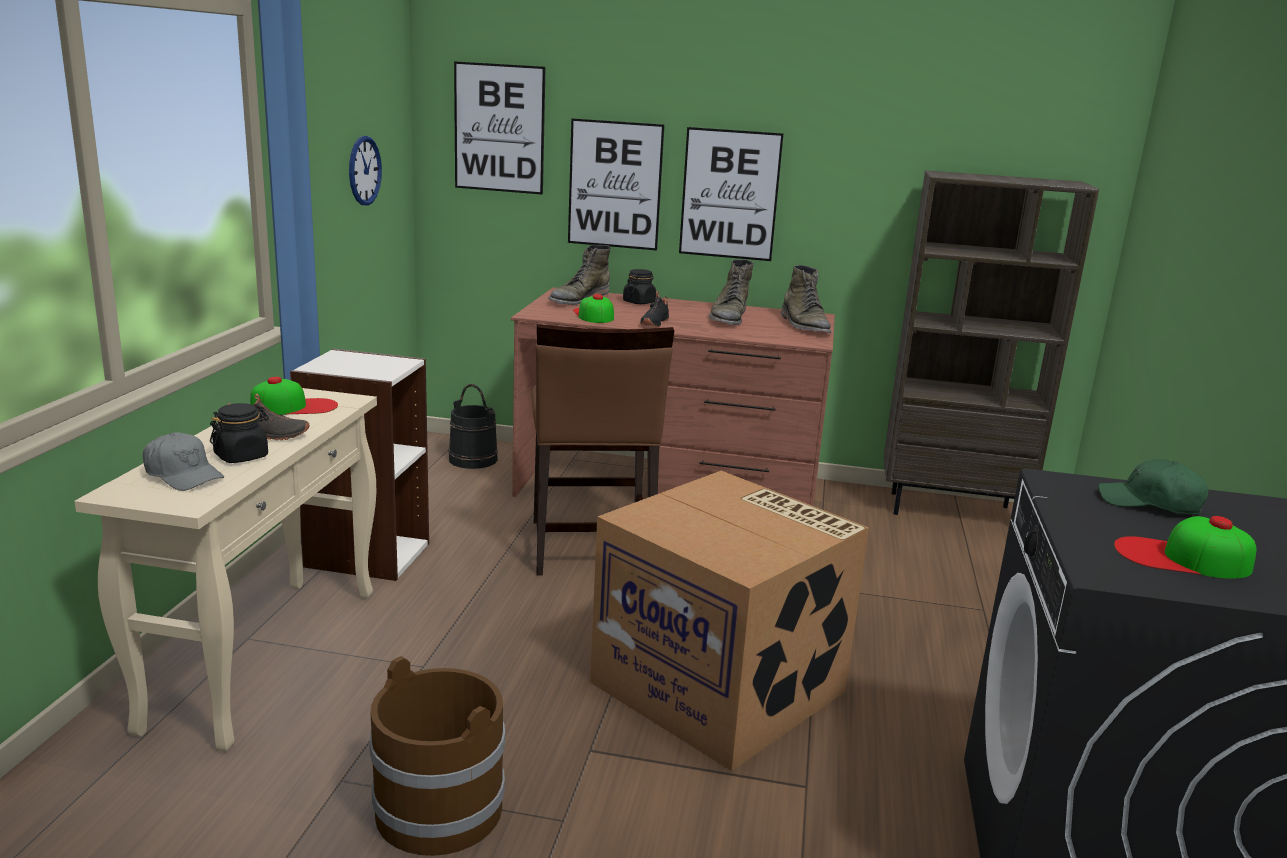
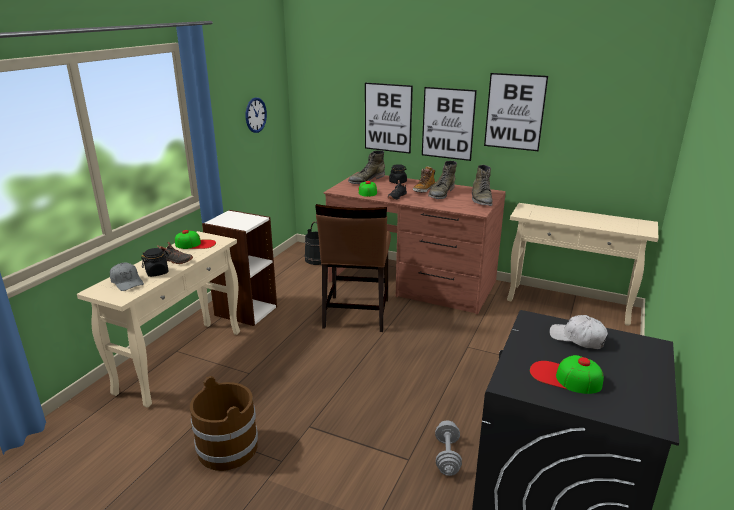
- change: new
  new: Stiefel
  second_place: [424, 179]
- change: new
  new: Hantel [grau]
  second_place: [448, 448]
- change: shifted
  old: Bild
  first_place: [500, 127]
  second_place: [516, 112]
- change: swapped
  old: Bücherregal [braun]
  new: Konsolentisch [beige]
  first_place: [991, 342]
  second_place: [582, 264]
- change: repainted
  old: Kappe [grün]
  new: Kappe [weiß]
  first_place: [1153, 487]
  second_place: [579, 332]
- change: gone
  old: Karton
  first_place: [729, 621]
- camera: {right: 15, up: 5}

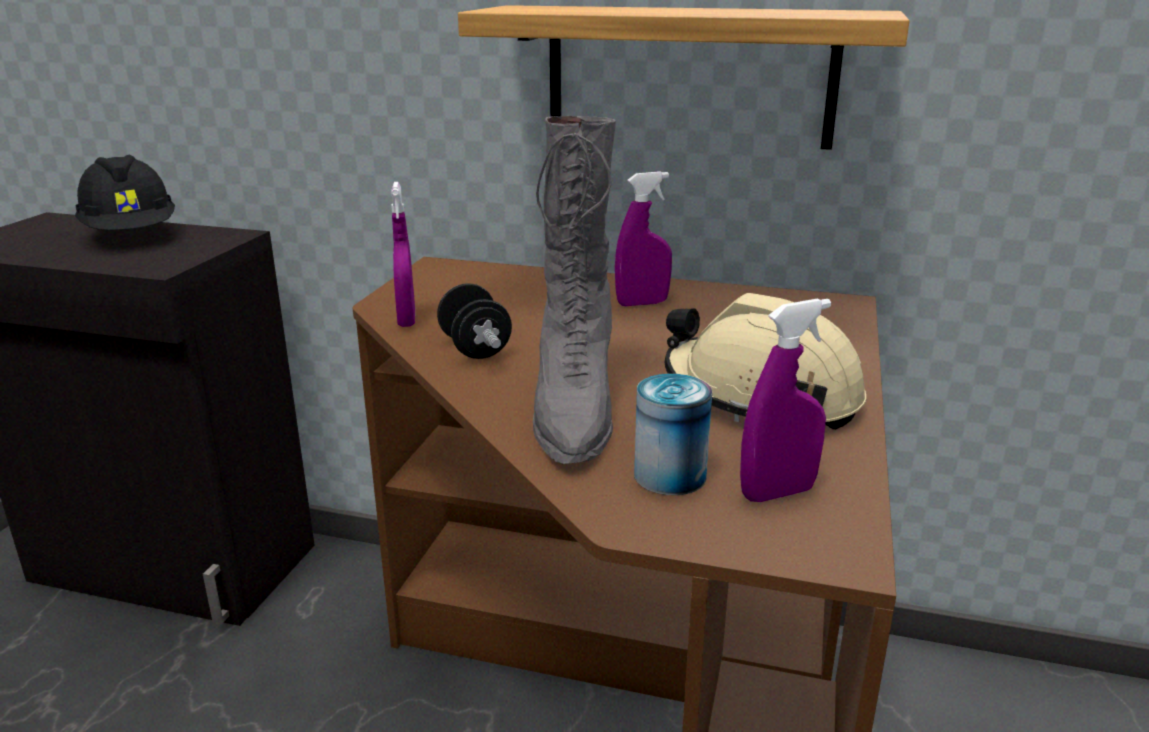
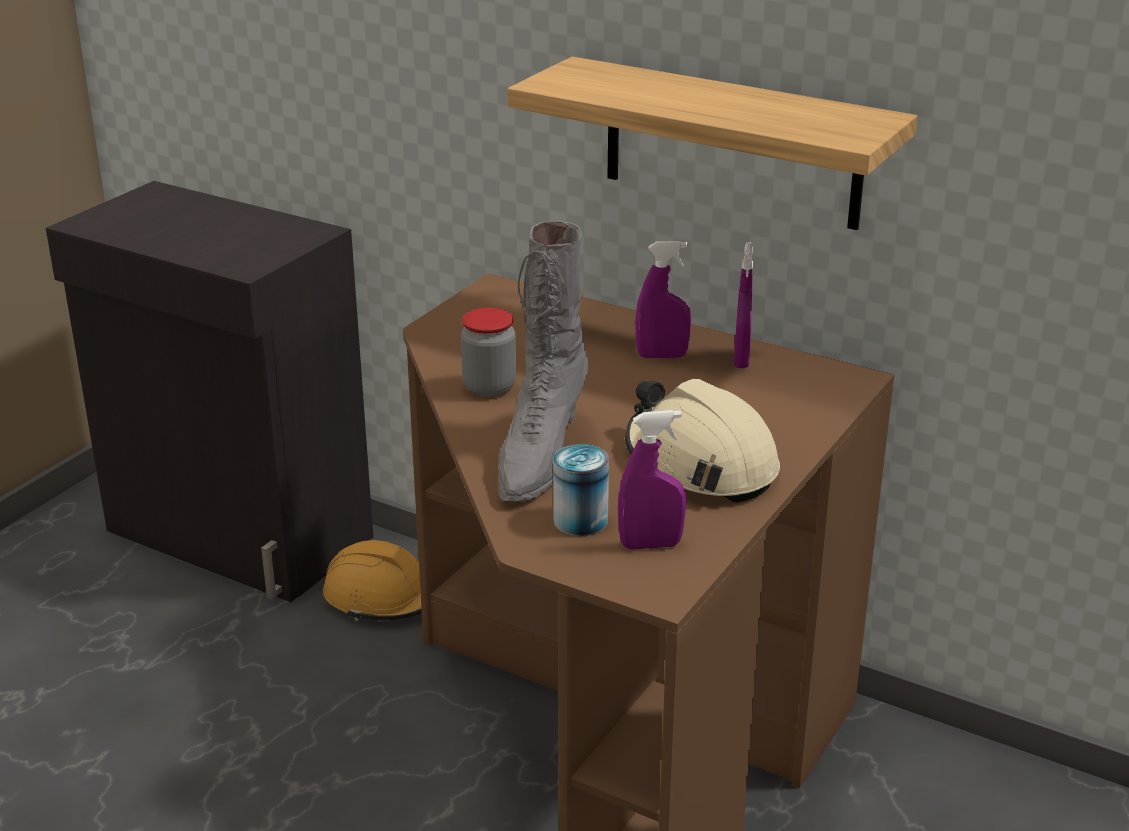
- change: new
  new: Schutzhelm [orange]
  second_place: [372, 580]
- change: swapped
  old: Hantel [schwarz]
  new: Vorratsglas
  first_place: [474, 321]
  second_place: [488, 352]
- change: shifted
  old: Sprühflasche [lila]
  first_place: [403, 254]
  second_place: [743, 305]
- change: gone
  old: Schutzhelm [schwarz]
  first_place: [125, 192]
- camera: {right: 15, up: 5}

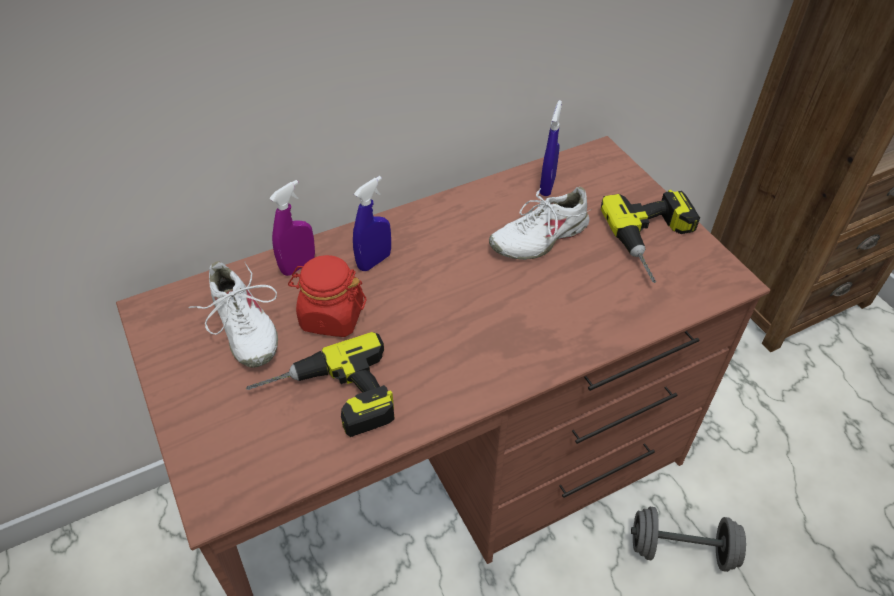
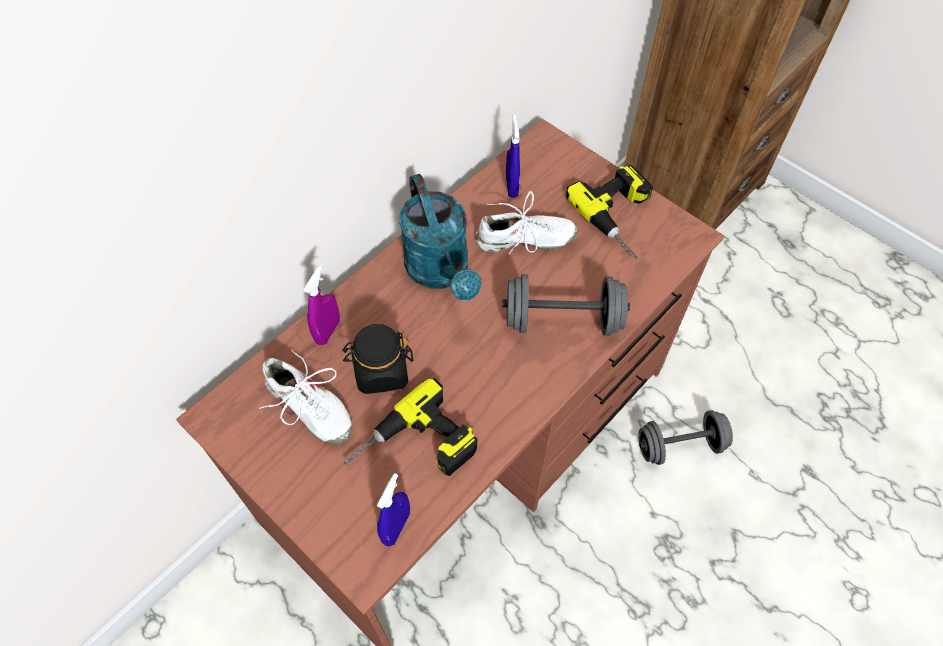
- change: repainted
  old: Vorratsglas [rot]
  new: Vorratsglas [schwarz]
  first_place: [327, 296]
  second_place: [377, 359]
- change: shifted
  old: Sprühflasche [blau]
  first_place: [372, 223]
  second_place: [393, 509]
- change: new
  new: Gießkanne [türkis]
  second_place: [440, 237]
- change: rotated
  old: Schuh [weiß]
  first_place: [540, 223]
  second_place: [527, 222]
  degrees: -135
- change: new
  new: Hantel [grau]
  second_place: [566, 305]
- camera: {right: -20, up: 10}

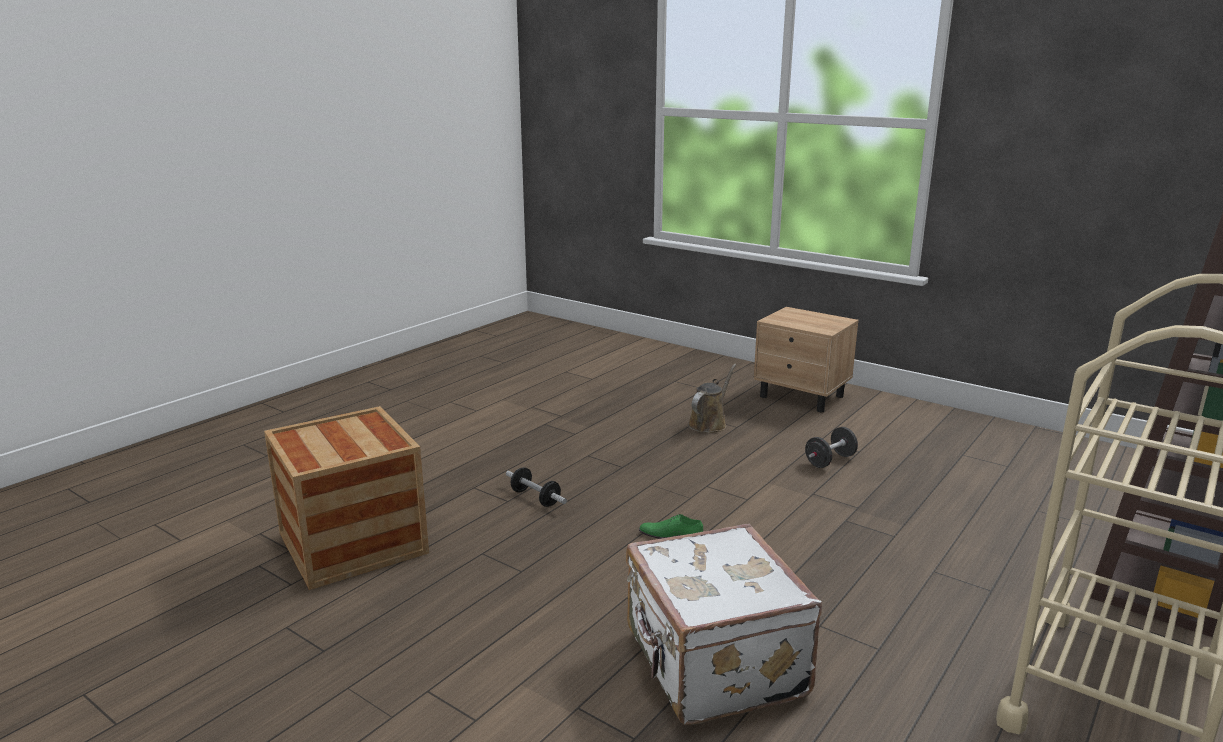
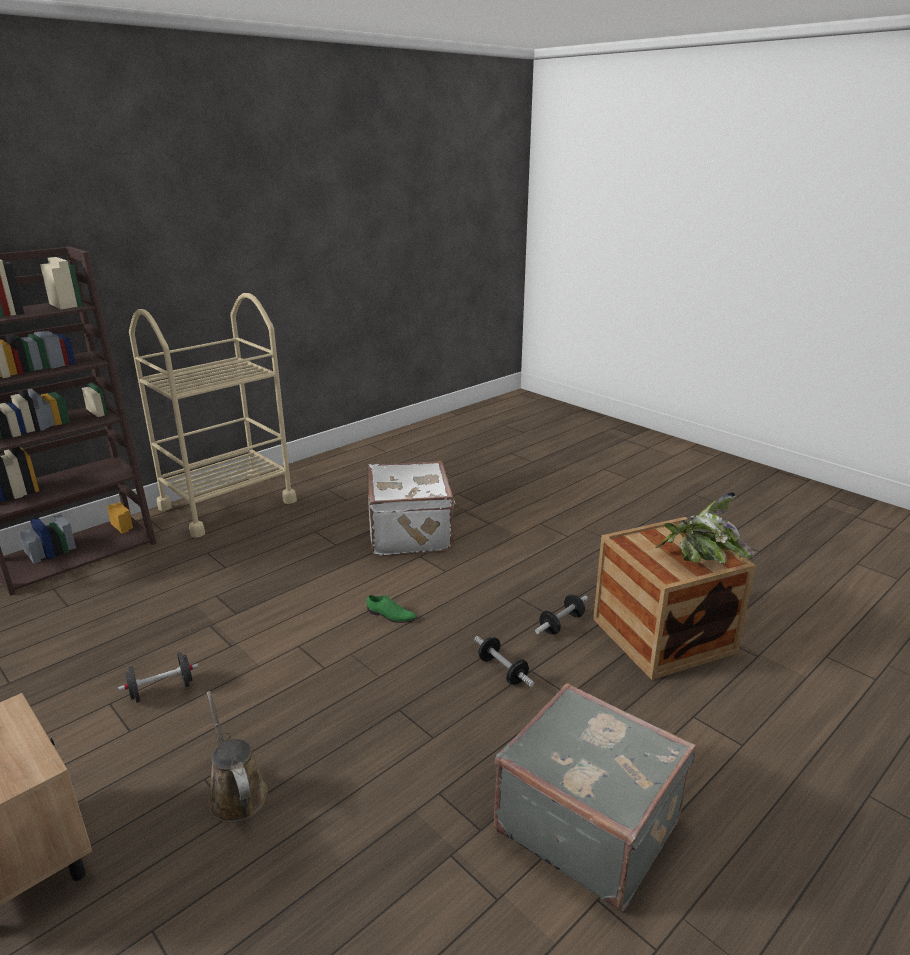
- change: rotated
  old: Gießkanne [braun]
  first_place: [712, 398]
  second_place: [237, 757]
  degrees: 105
- change: new
  new: Koffer [grau]
  second_place: [595, 797]
- change: new
  new: Hantel
  second_place: [561, 614]
- change: new
  new: Topfpflanze
  second_place: [704, 528]
- camera: {right: -170, up: 5}

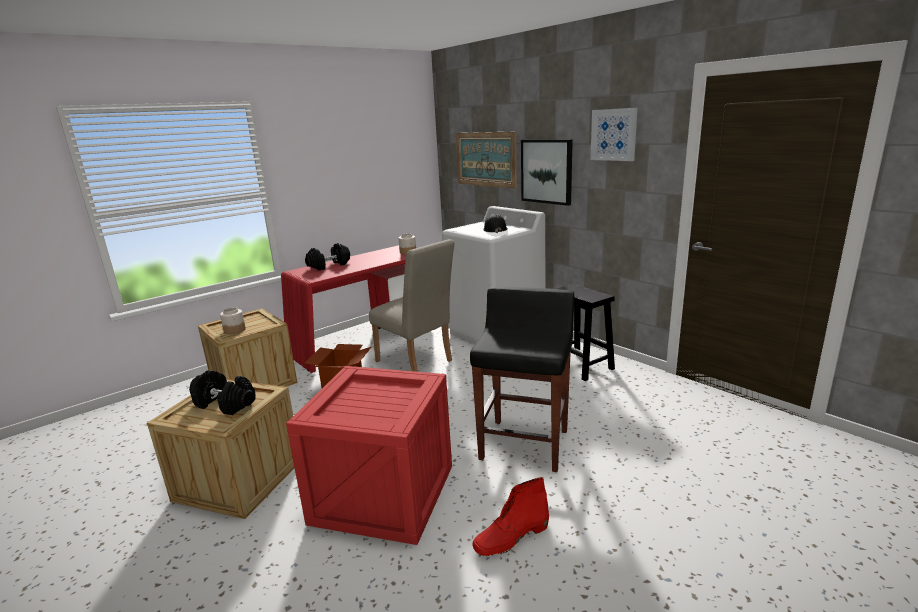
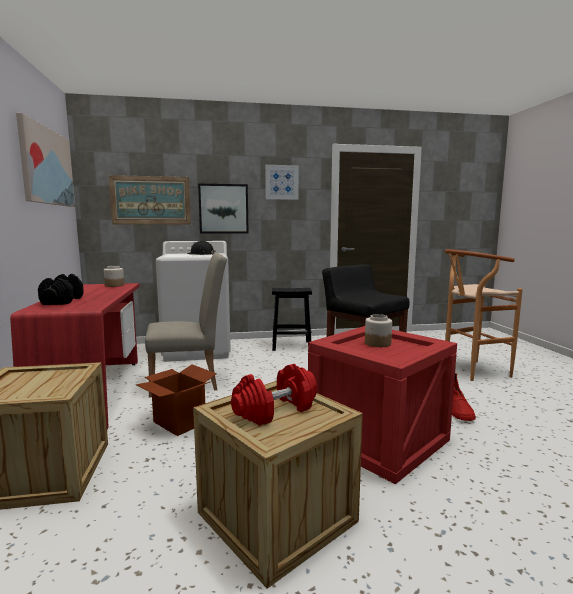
- change: new
  new: Bild
  second_place: [45, 160]
- change: repainted
  old: Hantel [schwarz]
  new: Hantel [rot]
  first_place: [222, 392]
  second_place: [274, 395]
- change: shifted
  old: Vorratsglas
  first_place: [233, 320]
  second_place: [378, 330]
- change: new
  new: Hocker [braun]
  second_place: [484, 315]
- camera: {right: -60, up: -10}

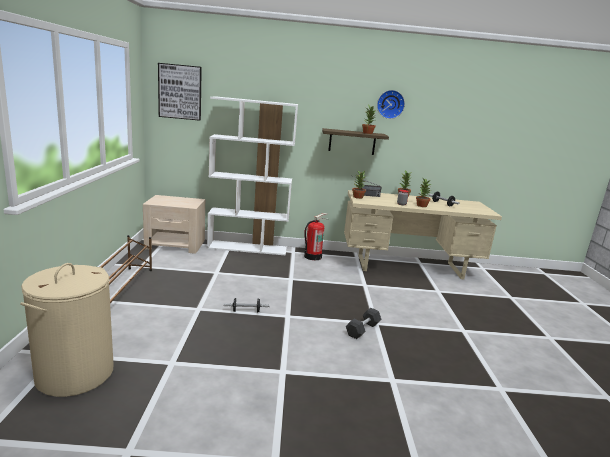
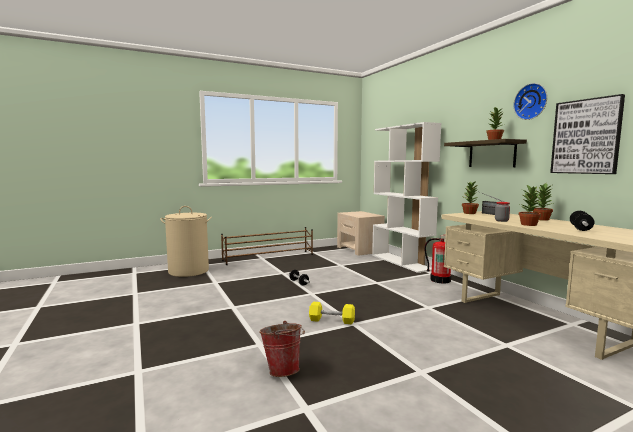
- change: new
  new: Eimer
  second_place: [282, 349]
- change: repainted
  old: Hantel [schwarz]
  new: Hantel [gelb]
  first_place: [364, 323]
  second_place: [332, 313]
- change: shifted
  old: Bild
  first_place: [180, 92]
  second_place: [587, 134]
- camera: {right: 65, up: -10}

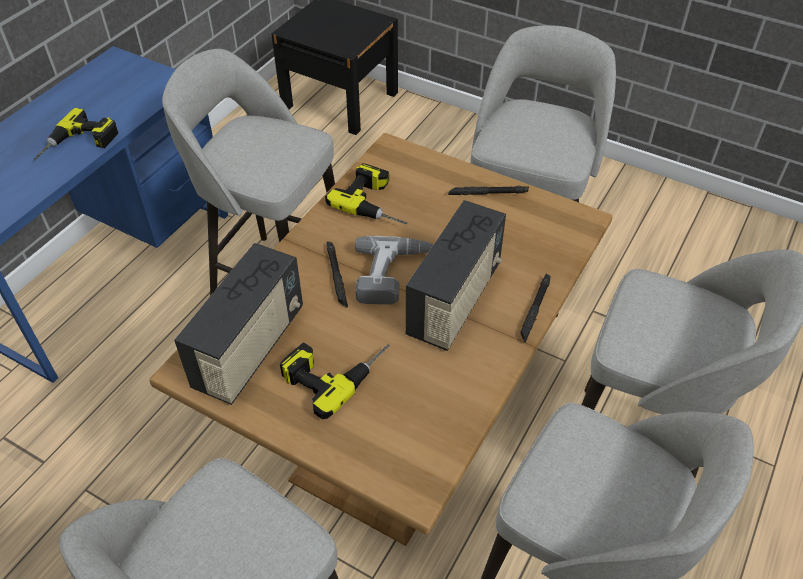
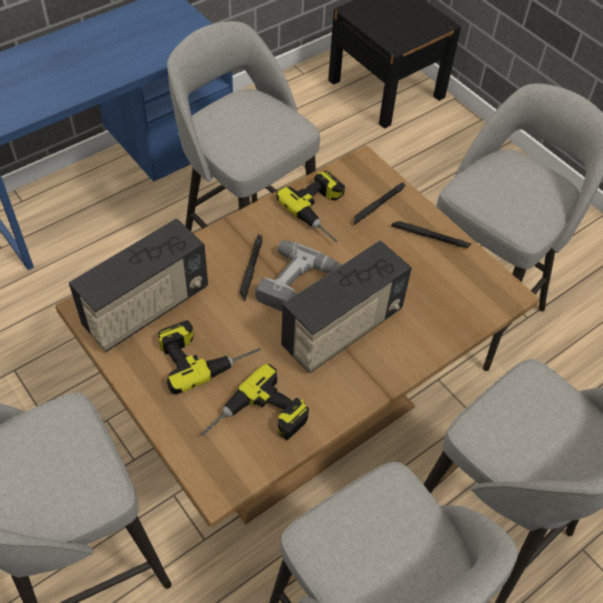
- change: shifted
  old: Bohrmaschine
  first_place: [76, 134]
  second_place: [255, 402]
- change: shifted
  old: Taschenlampe [schwarz]
  first_place: [535, 308]
  second_place: [379, 203]
- camera: {right: 20, up: 5}

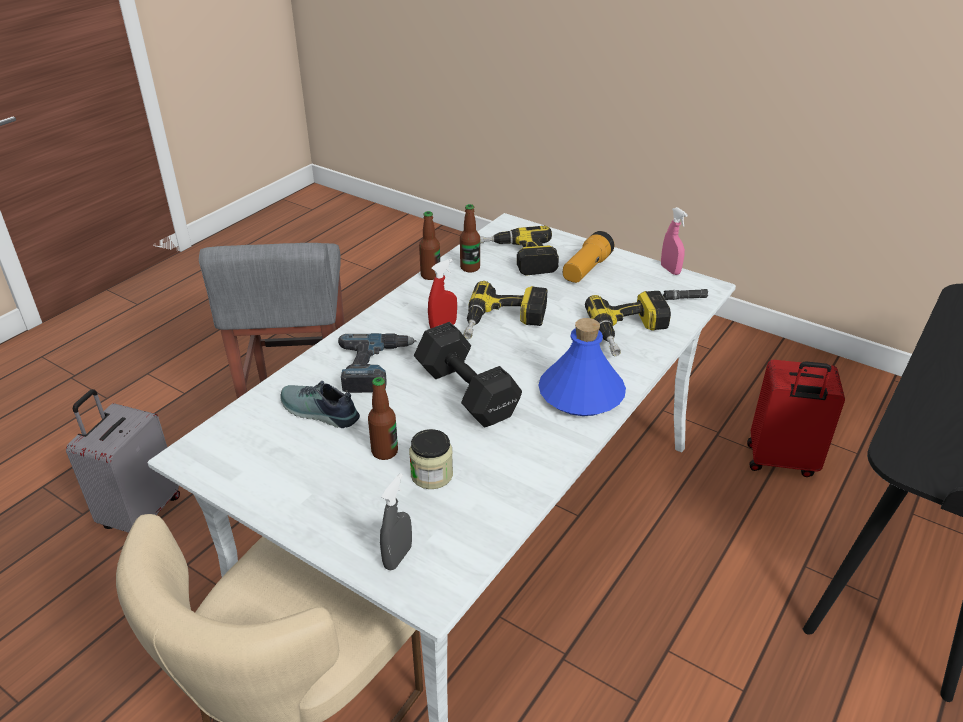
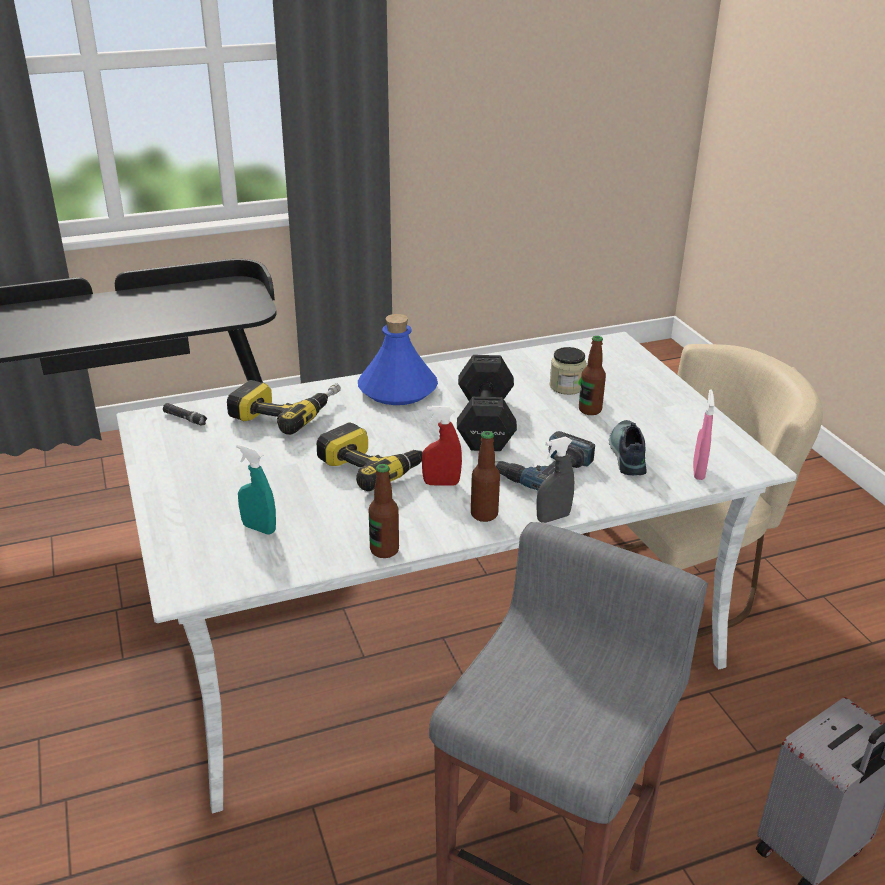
- change: swapped
  old: Bohrmaschine
  new: Sprühflasche [türkis]
  first_place: [519, 251]
  second_place: [256, 489]
- change: shifted
  old: Flasche
  first_place: [470, 238]
  second_place: [485, 476]
- change: shifted
  old: Sprühflasche [grau]
  first_place: [396, 521]
  second_place: [555, 480]
- change: rotated
  old: Schuh
  first_place: [320, 404]
  second_place: [627, 447]
  degrees: -150
- change: shifted
  old: Sprühflasche [rosa]
  first_place: [674, 241]
  second_place: [704, 434]
- change: gone
  old: Taschenlampe
  first_place: [588, 257]
- change: gone
  old: Koffer [rot]
  first_place: [796, 418]
- camera: {right: -145, up: -5}

